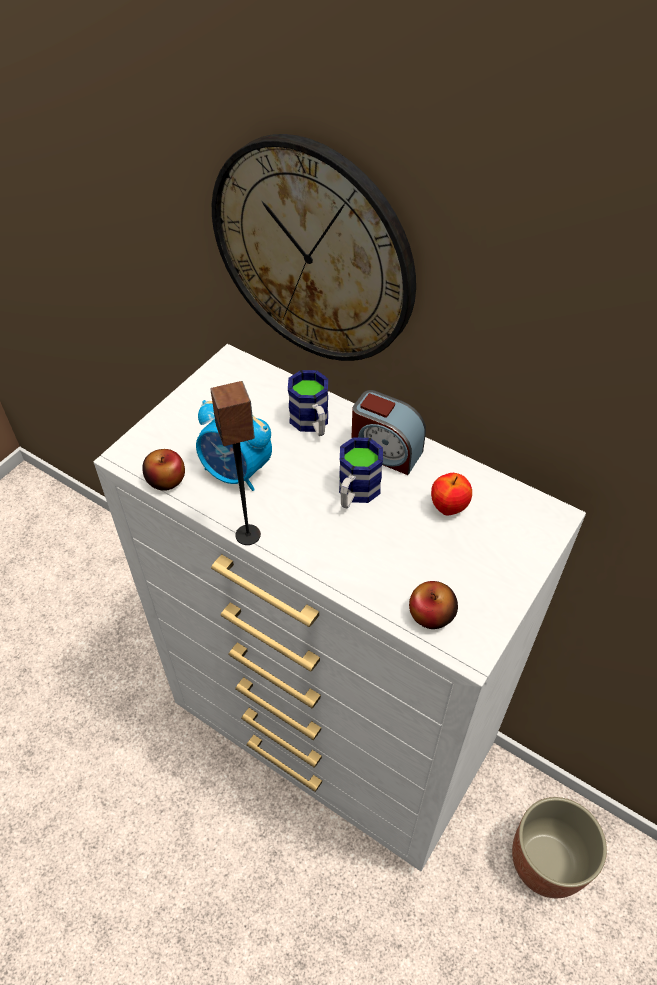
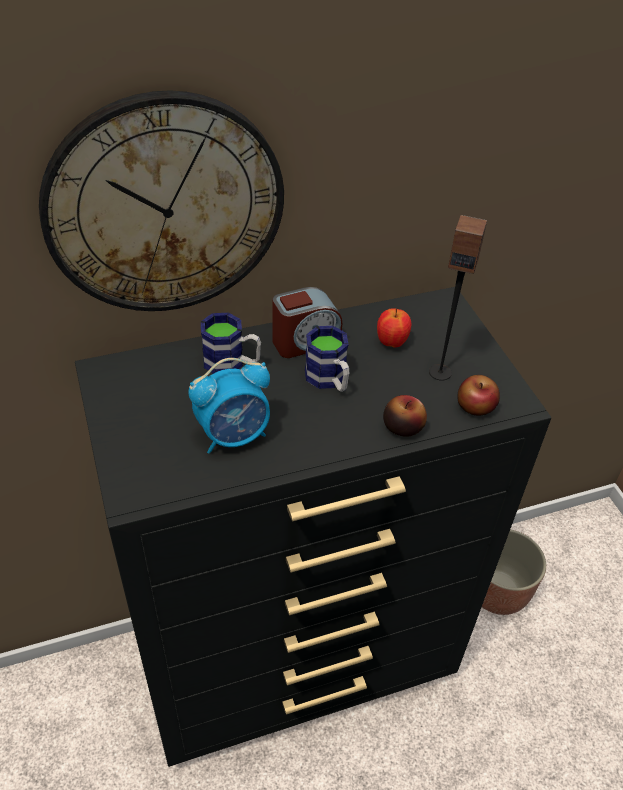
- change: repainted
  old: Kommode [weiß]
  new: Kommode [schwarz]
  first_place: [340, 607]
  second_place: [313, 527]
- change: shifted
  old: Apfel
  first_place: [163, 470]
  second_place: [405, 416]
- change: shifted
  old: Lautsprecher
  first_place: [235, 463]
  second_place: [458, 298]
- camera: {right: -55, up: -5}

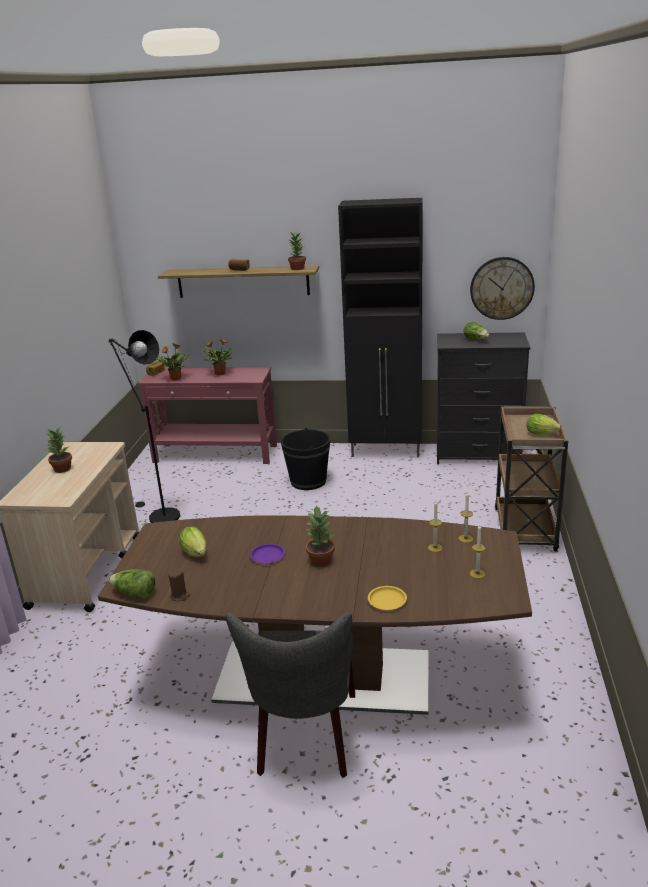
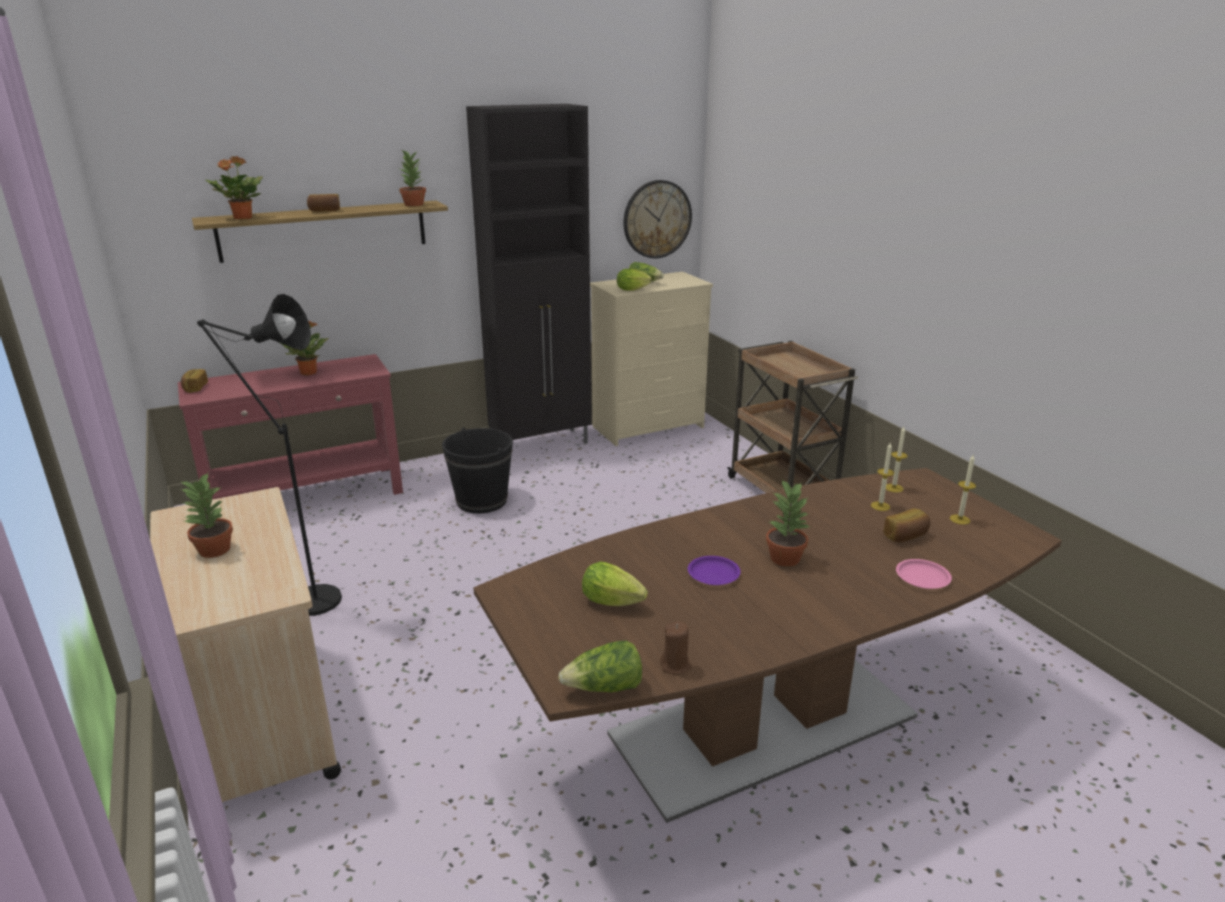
- change: shifted
  old: Topfpflanze
  first_place: [173, 361]
  second_place: [234, 188]
- change: repainted
  old: Kommode [schwarz]
  new: Kommode [beige]
  first_place: [483, 398]
  second_place: [651, 359]
- change: shifted
  old: Salatkopf
  first_place: [543, 424]
  second_place: [634, 280]
- change: new
  new: Brot
  second_place: [907, 525]
- change: repainted
  old: Teller [gelb]
  new: Teller [rosa]
  first_place: [387, 598]
  second_place: [924, 574]
- change: gone
  old: Stuhl [grau]
  first_place: [290, 695]
- camera: {right: -35, up: 0}

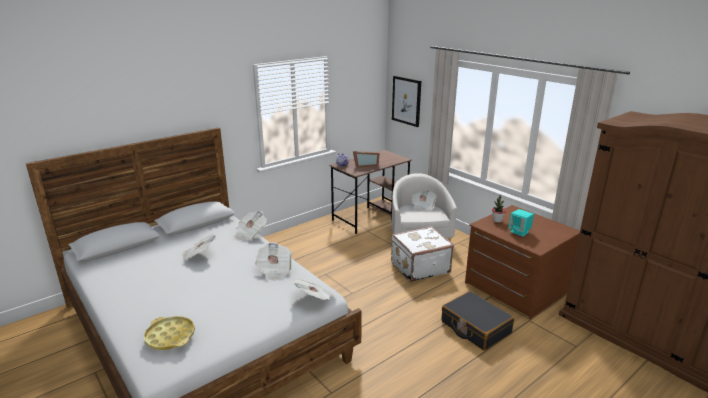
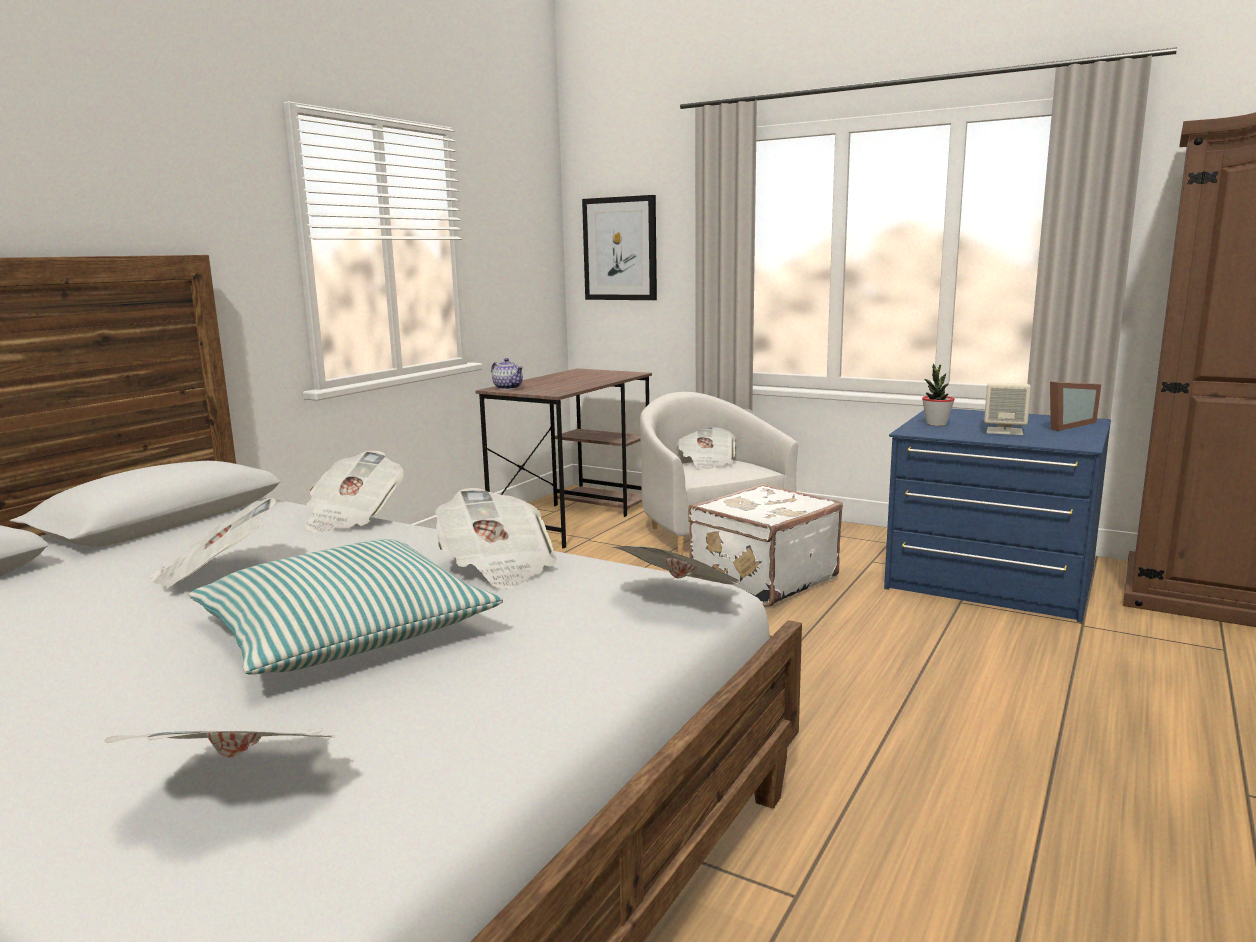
- change: swapped
  old: Tablett [gelb]
  new: Zeitung
  first_place: [169, 333]
  second_place: [219, 743]
- change: new
  new: Kissen
  second_place: [345, 607]
- change: repainted
  old: Kommode [braun]
  new: Kommode [blau]
  first_place: [522, 262]
  second_place: [997, 516]
- change: repainted
  old: Lautsprecher [türkis]
  new: Lautsprecher [beige]
  first_place: [521, 223]
  second_place: [1007, 408]
- change: shifted
  old: Bilderrahmen
  first_place: [366, 159]
  second_place: [1075, 406]
- change: gone
  old: Koffer [schwarz]
  first_place: [477, 321]
- camera: {right: -20, up: -10}

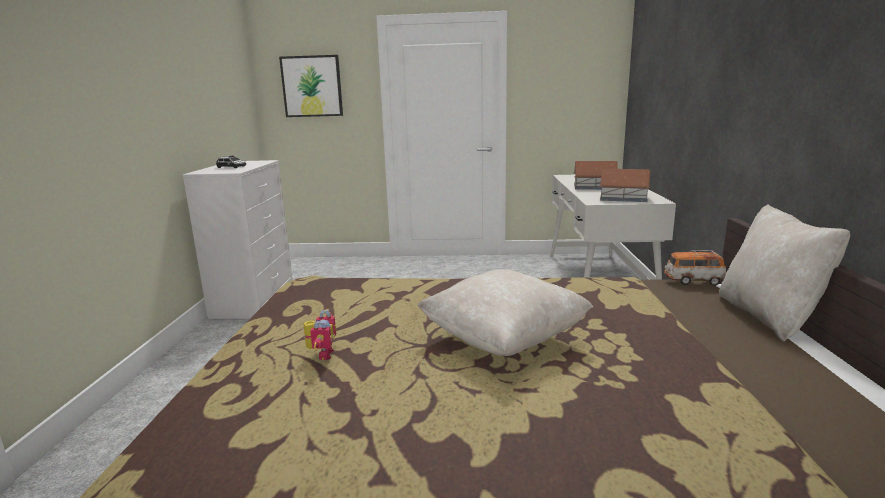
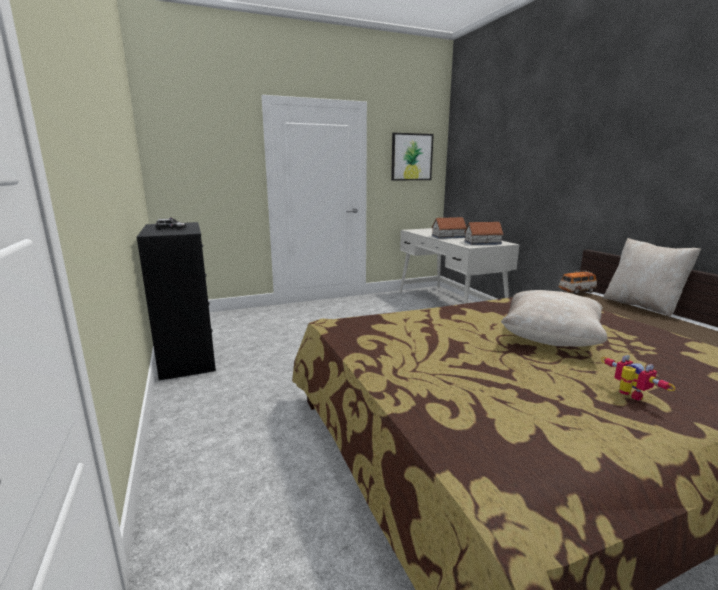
- change: repainted
  old: Kommode [weiß]
  new: Kommode [schwarz]
  first_place: [237, 239]
  second_place: [176, 301]
- change: shifted
  old: Bild
  first_place: [311, 86]
  second_place: [412, 156]
- change: shifted
  old: Spielzeugroboter
  first_place: [319, 335]
  second_place: [638, 378]
- camera: {right: -25, up: 0}

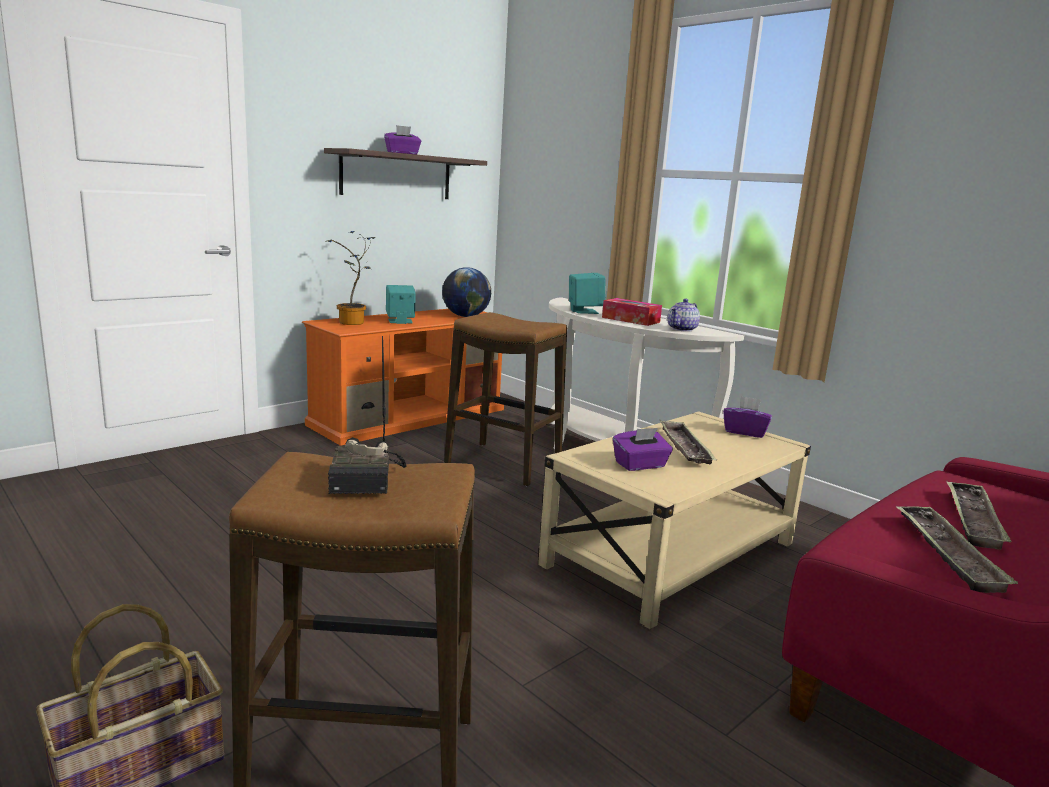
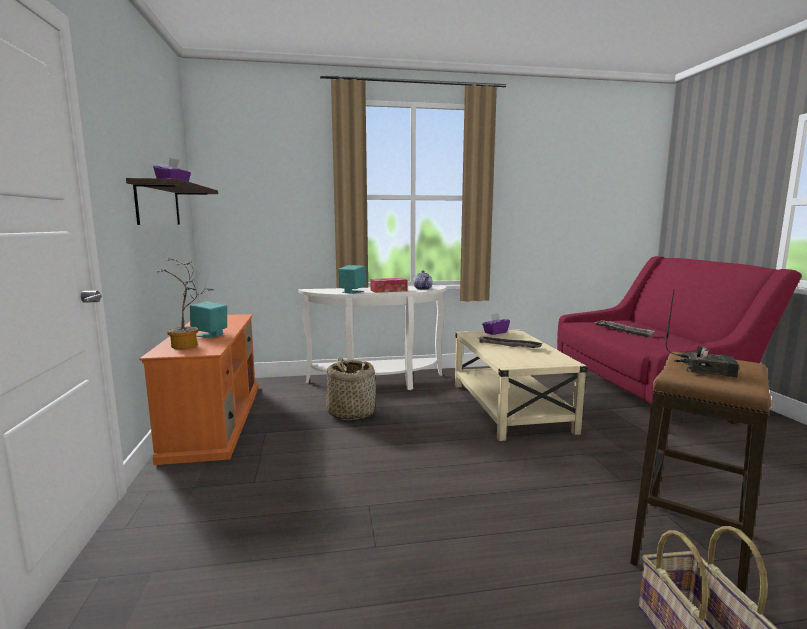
- change: swapped
  old: Hocker
  new: Korb
  first_place: [505, 399]
  second_place: [351, 388]
- change: gone
  old: Globus
  first_place: [466, 292]
- change: gone
  old: Taschentuchbox [lila]
  first_place: [643, 449]
- change: gone
  old: Tablett
  first_place: [956, 549]
- camera: {right: -55, up: -5}

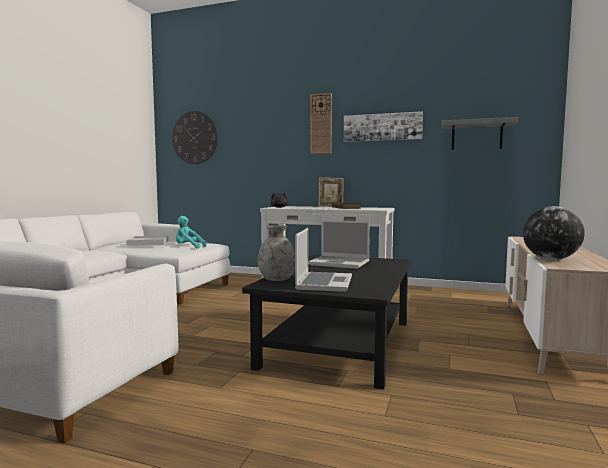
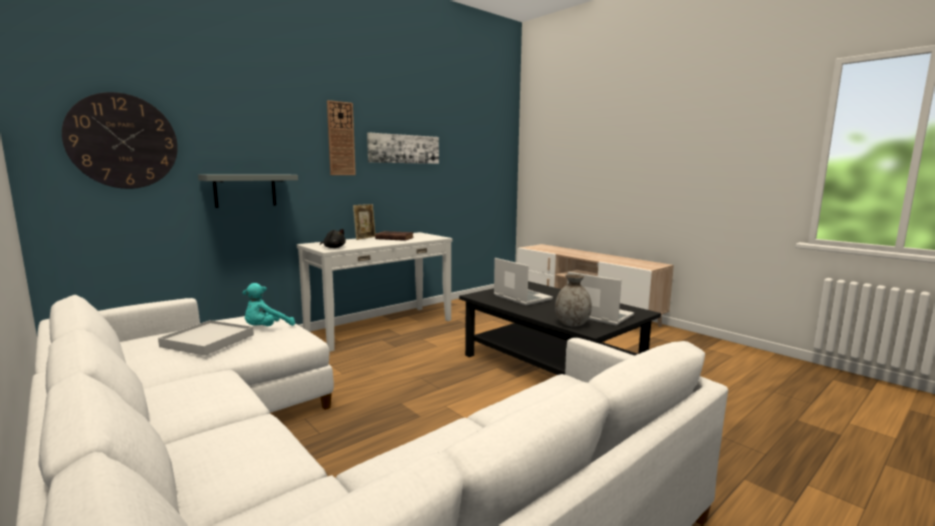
- change: shifted
  old: Wandregal [grau]
  first_place: [480, 133]
  second_place: [248, 191]
- change: rotated
  old: Laptop
  first_place: [339, 244]
  second_place: [523, 281]
  degrees: -90
- change: gone
  old: Globus
  first_place: [554, 233]
- camera: {right: -60, up: 5}

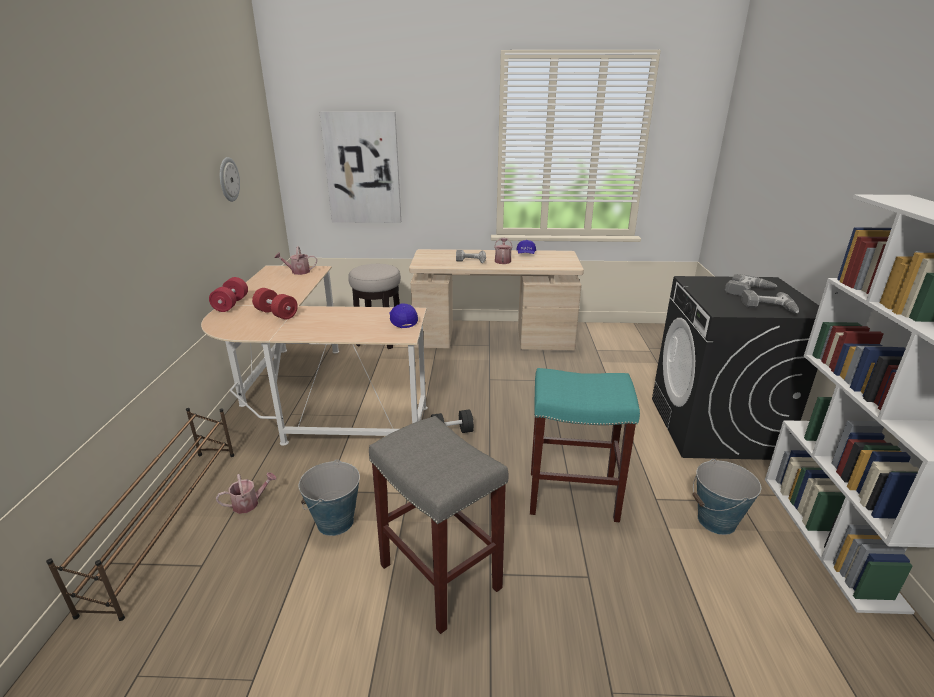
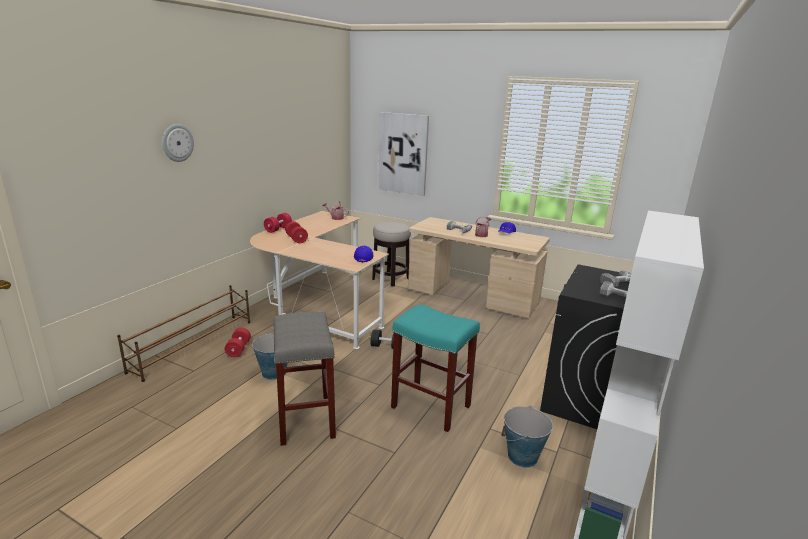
- change: shifted
  old: Wanduhr
  first_place: [230, 179]
  second_place: [178, 143]
- change: swapped
  old: Gießkanne
  new: Hantel [rot]
  first_place: [246, 493]
  second_place: [237, 342]
- camera: {right: 25, up: -5}

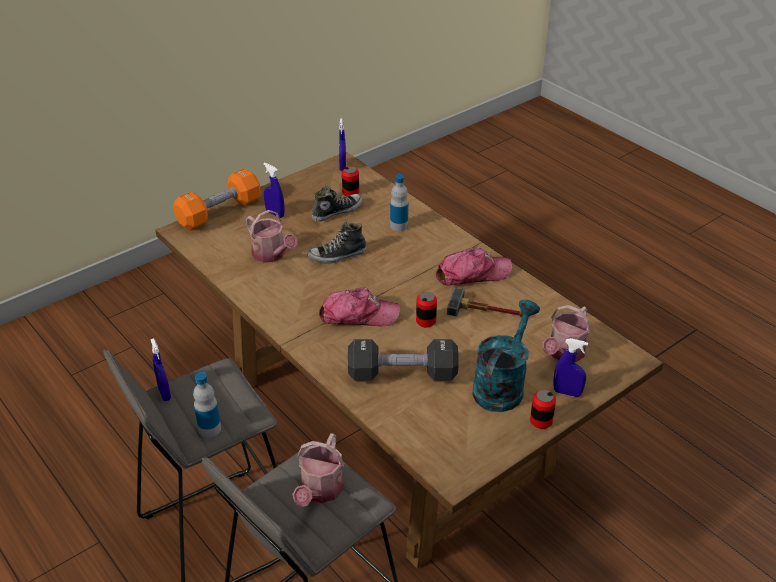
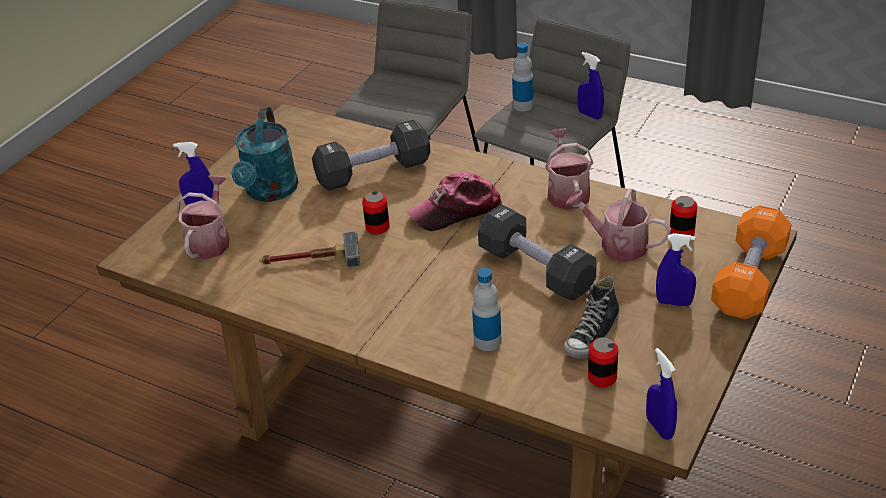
- change: swapped
  old: Schuh
  new: Hantel [schwarz]
  first_place: [337, 243]
  second_place: [537, 252]
- change: shifted
  old: Gießkanne
  first_place: [318, 470]
  second_place: [569, 169]
- change: shifted
  old: Dose
  first_place: [543, 409]
  second_place: [683, 216]
- change: gone
  old: Kappe
  first_place: [474, 266]
- camera: {right: 160, up: 0}

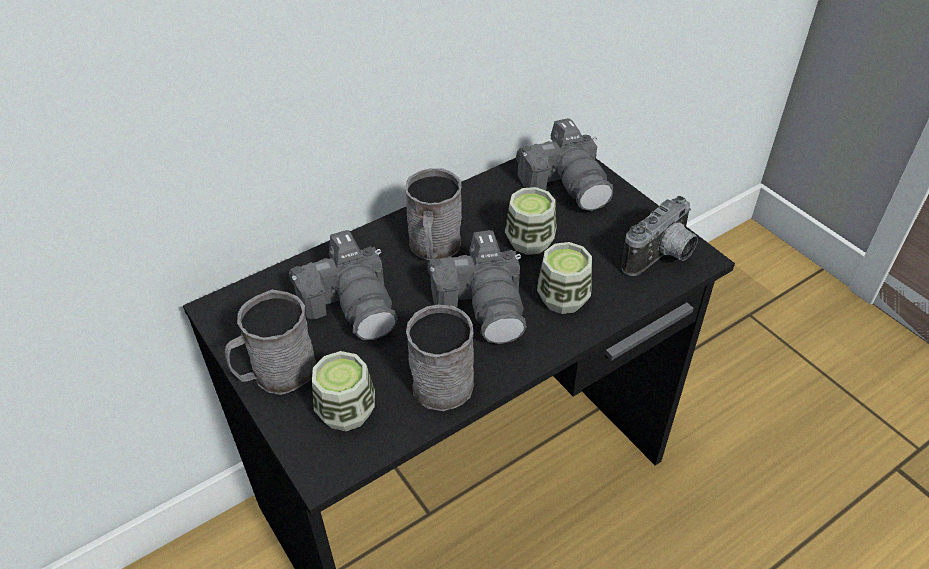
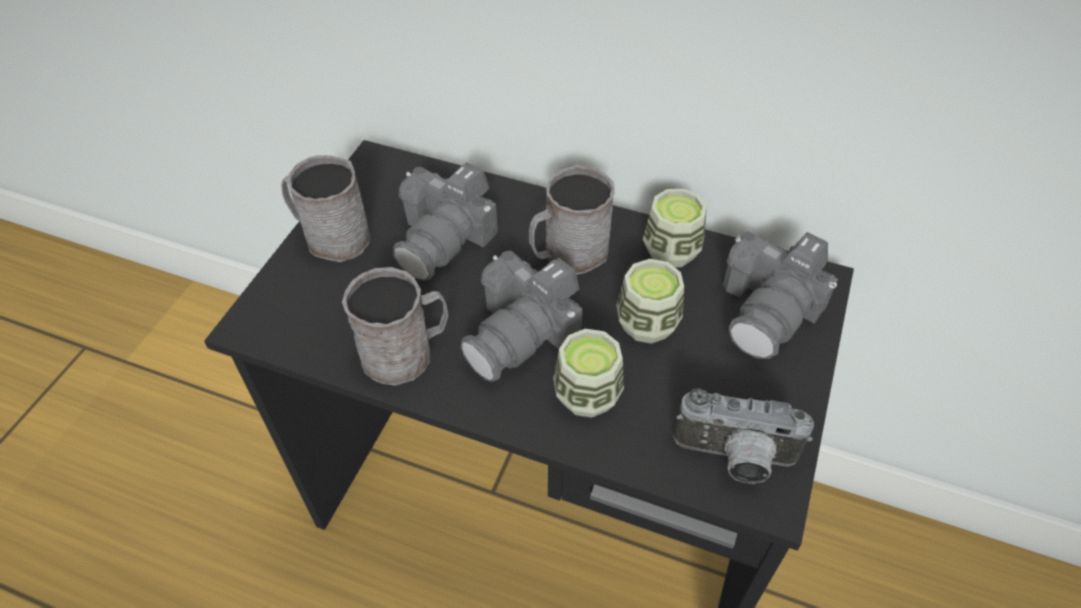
- change: shifted
  old: Tasse
  first_place: [343, 391]
  second_place: [675, 228]
- camera: {right: 55, up: 5}

